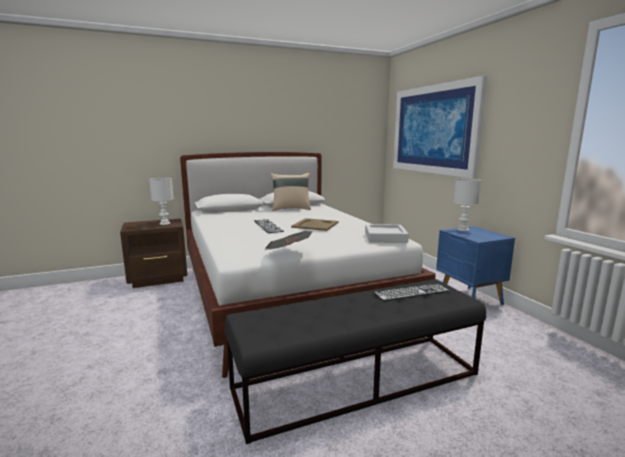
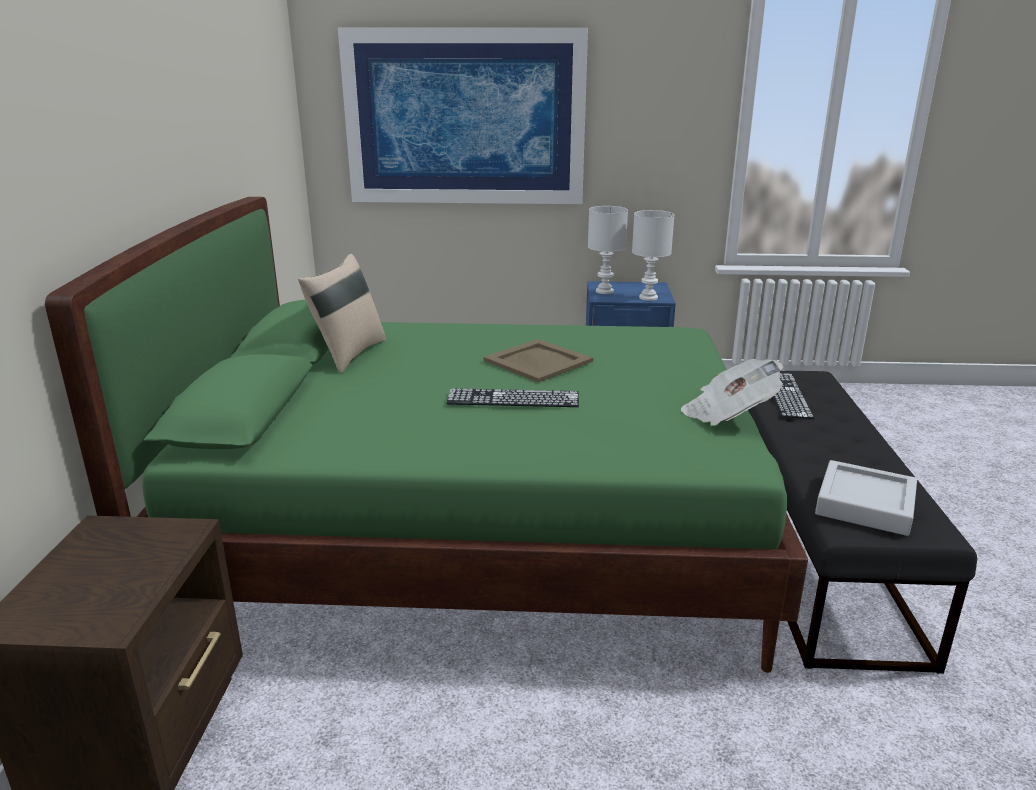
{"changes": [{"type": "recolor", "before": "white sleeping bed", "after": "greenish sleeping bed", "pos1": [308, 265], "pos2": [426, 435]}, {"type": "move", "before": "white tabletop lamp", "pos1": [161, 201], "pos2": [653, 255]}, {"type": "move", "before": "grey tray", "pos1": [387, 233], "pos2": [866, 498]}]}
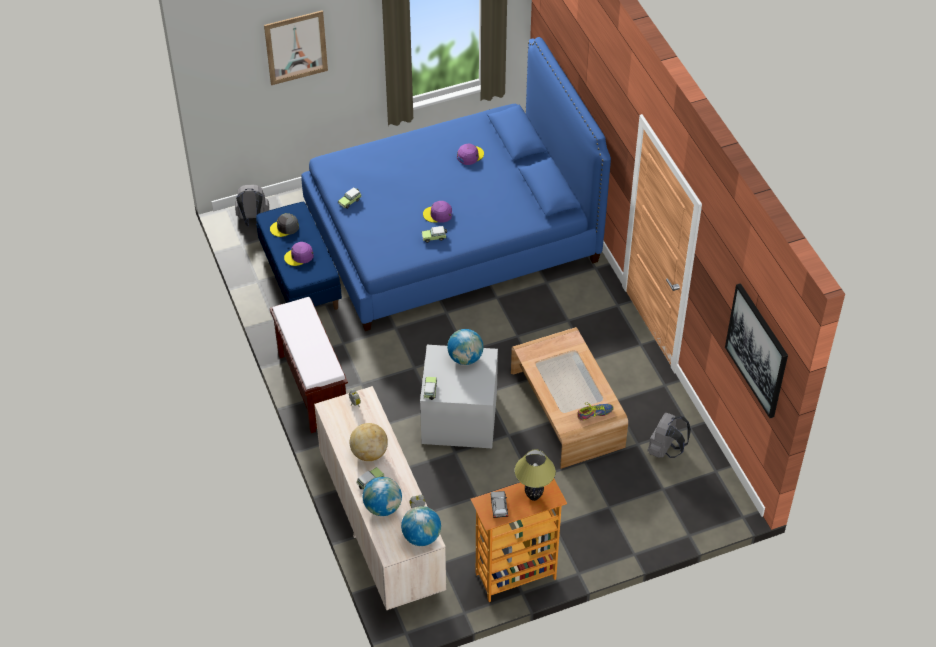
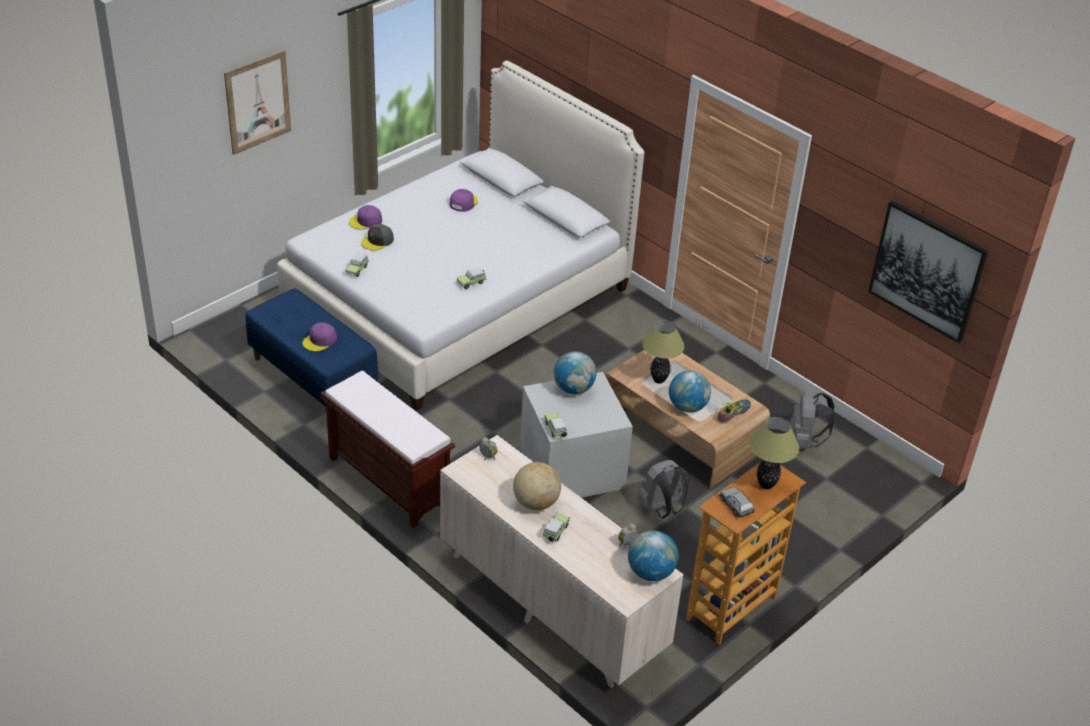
{"changes": [{"type": "recolor", "before": "blue-coloured sleeping bed", "after": "white sleeping bed", "pos1": [456, 184], "pos2": [460, 235]}, {"type": "move", "before": "purple-coloured cap", "pos1": [437, 212], "pos2": [365, 217]}, {"type": "move", "before": "grey cap", "pos1": [284, 225], "pos2": [377, 237]}, {"type": "move", "before": "grey rucksack", "pos1": [252, 205], "pos2": [663, 489]}, {"type": "insert", "after": "tabletop lamp", "pos2": [663, 352]}, {"type": "move", "before": "globe", "pos1": [382, 496], "pos2": [690, 392]}]}
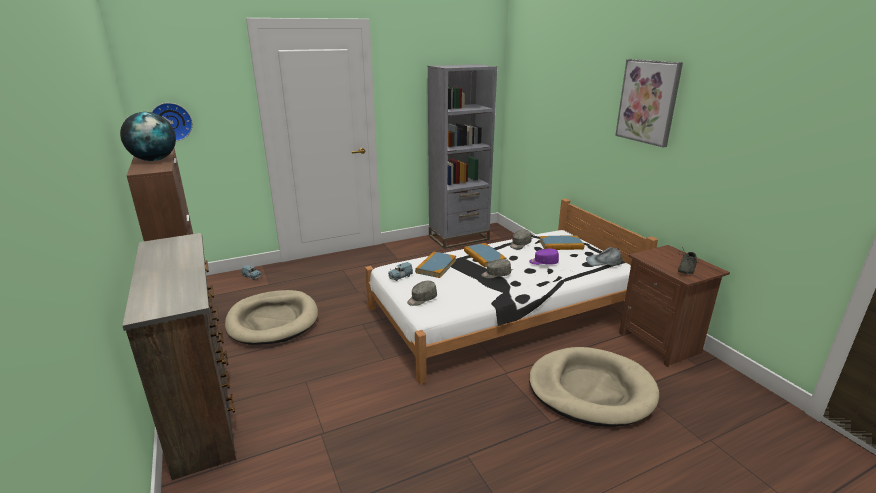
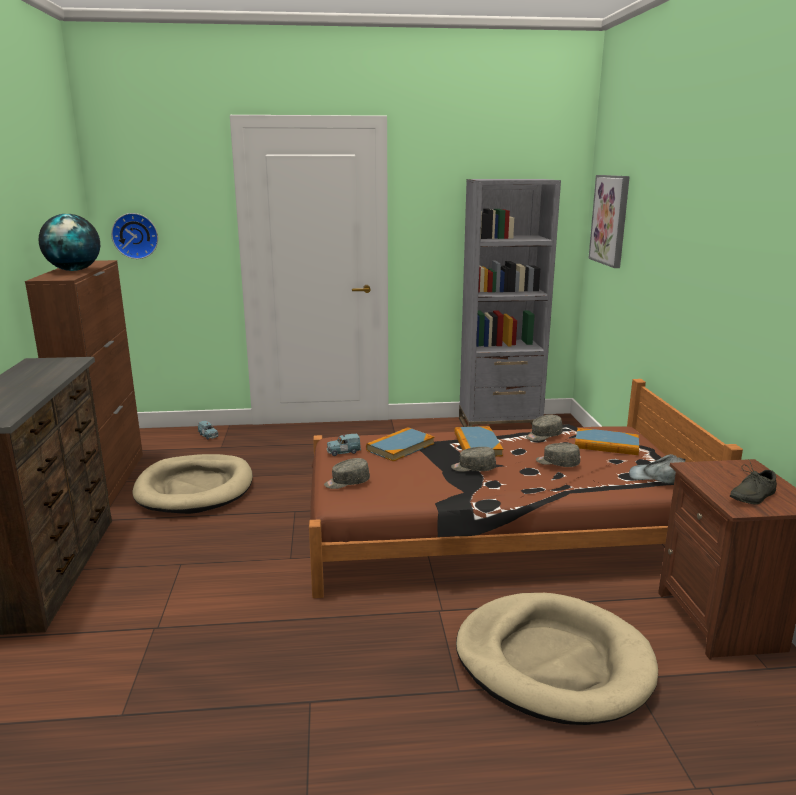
{"changes": [{"type": "recolor", "before": "white sleeping bed", "after": "brown sleeping bed", "pos1": [511, 291], "pos2": [526, 488]}, {"type": "recolor", "before": "purple-coloured cap", "after": "grey cap", "pos1": [544, 257], "pos2": [558, 455]}, {"type": "move", "before": "picture", "pos1": [649, 103], "pos2": [609, 221]}]}
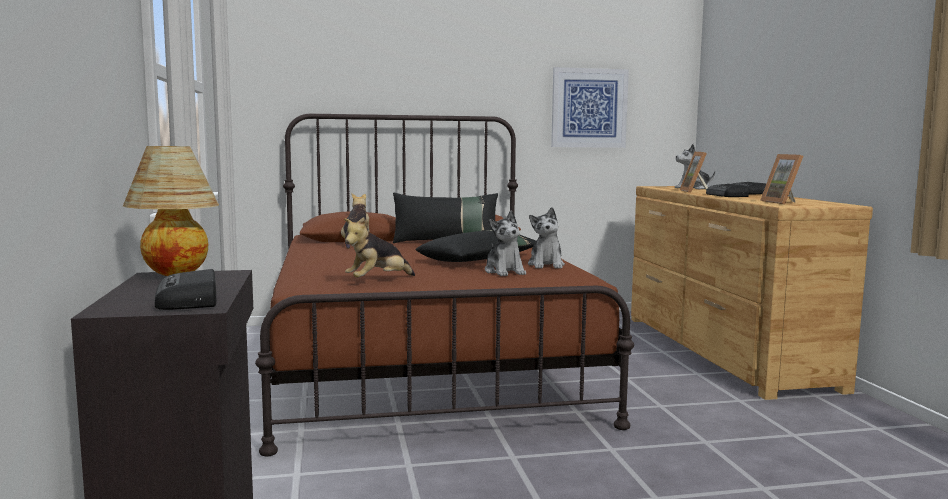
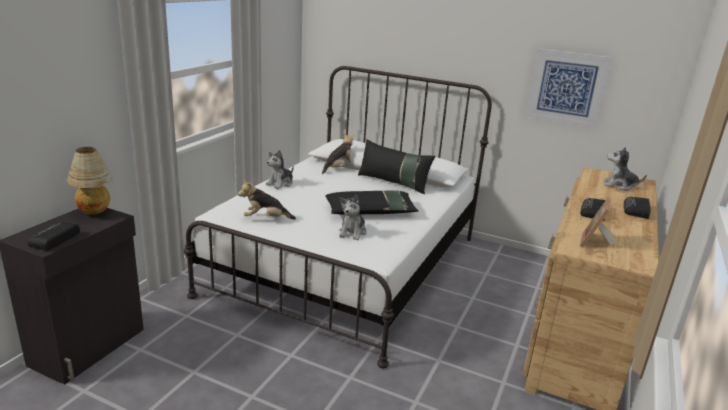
{"changes": [{"type": "recolor", "before": "brown sleeping bed", "after": "white sleeping bed", "pos1": [444, 285], "pos2": [338, 217]}, {"type": "move", "before": "cuddly toy", "pos1": [546, 238], "pos2": [280, 169]}, {"type": "delete", "before": "picture frame", "pos1": [693, 172]}]}
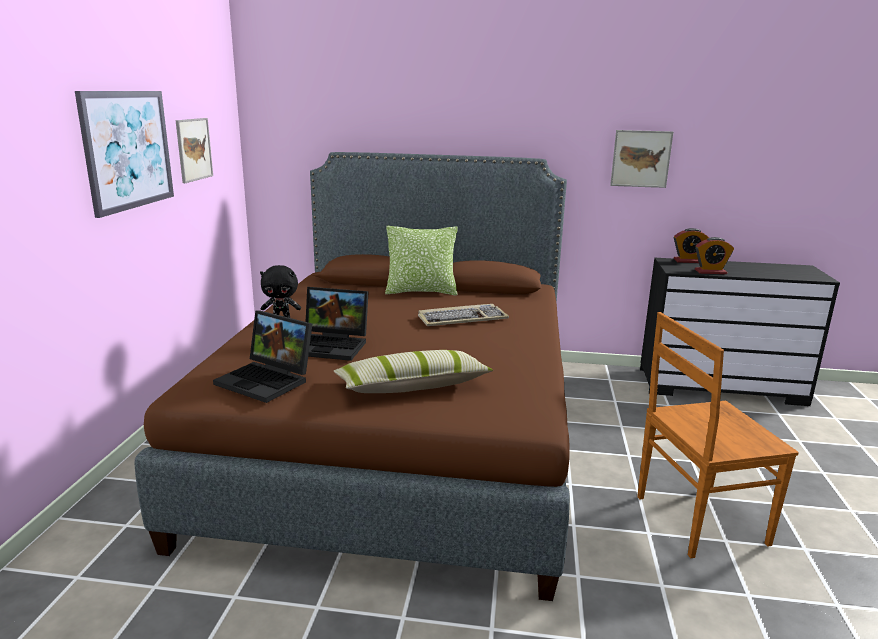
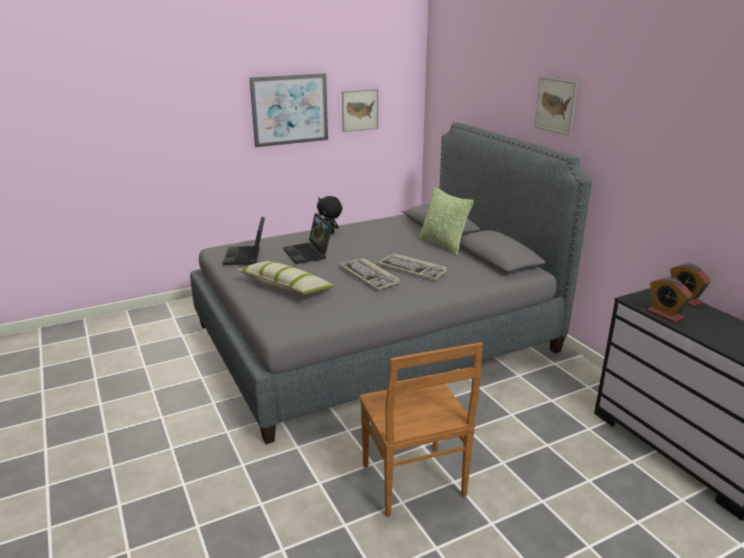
{"changes": [{"type": "recolor", "before": "brown sleeping bed", "after": "grey sleeping bed", "pos1": [352, 376], "pos2": [391, 283]}, {"type": "insert", "after": "PC keyboard", "pos2": [370, 274]}, {"type": "rotate", "before": "brown chair", "pos1": [718, 435], "pos2": [421, 429], "turn": -150}, {"type": "move", "before": "picture", "pos1": [641, 159], "pos2": [556, 106]}]}
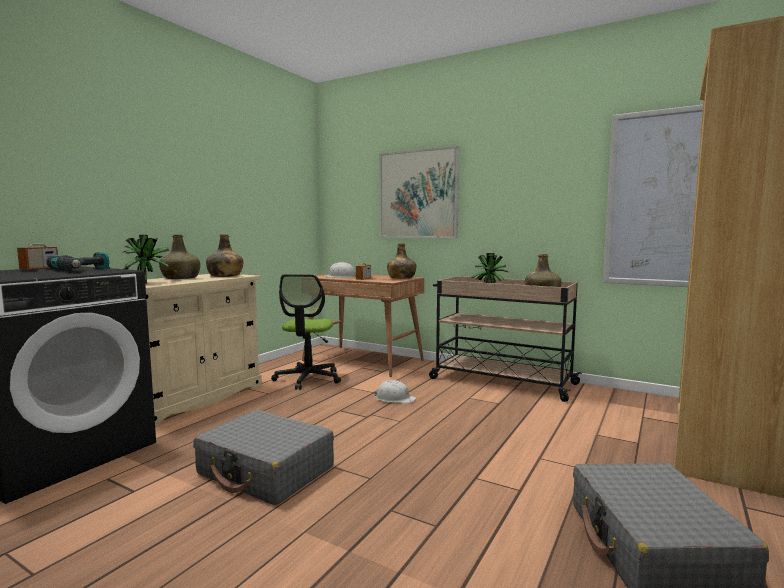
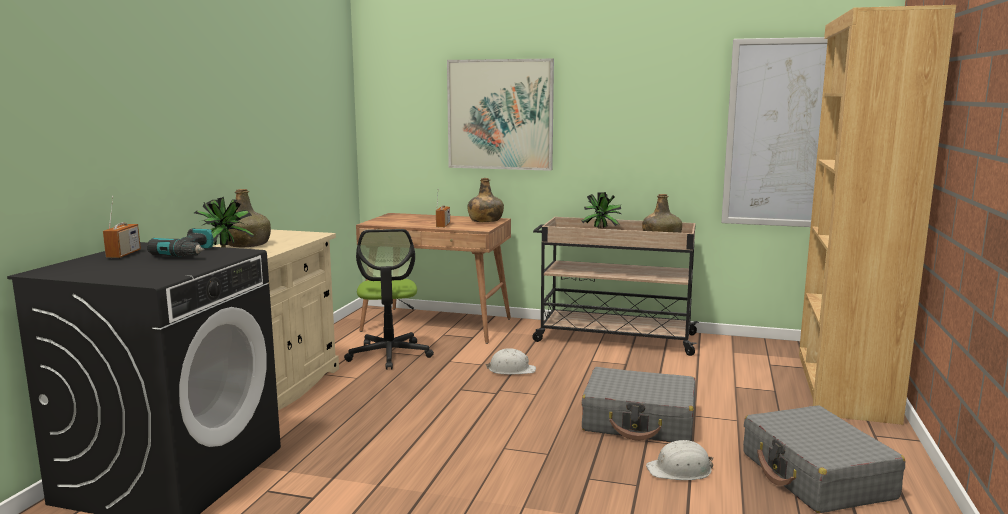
{"changes": [{"type": "move", "before": "grey piece of luggage", "pos1": [263, 457], "pos2": [639, 404]}, {"type": "move", "before": "white work helmet", "pos1": [340, 270], "pos2": [679, 460]}, {"type": "delete", "before": "greenish bottle", "pos1": [224, 255]}]}
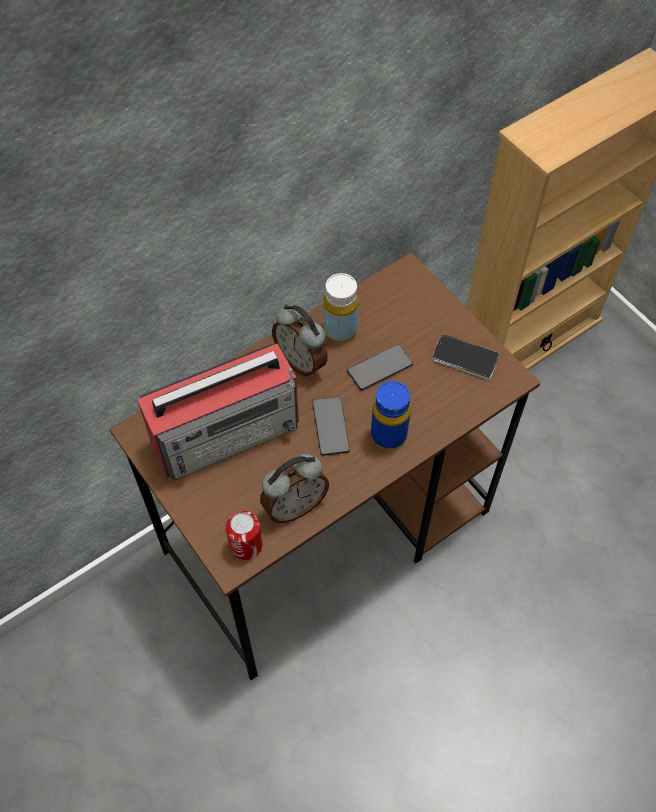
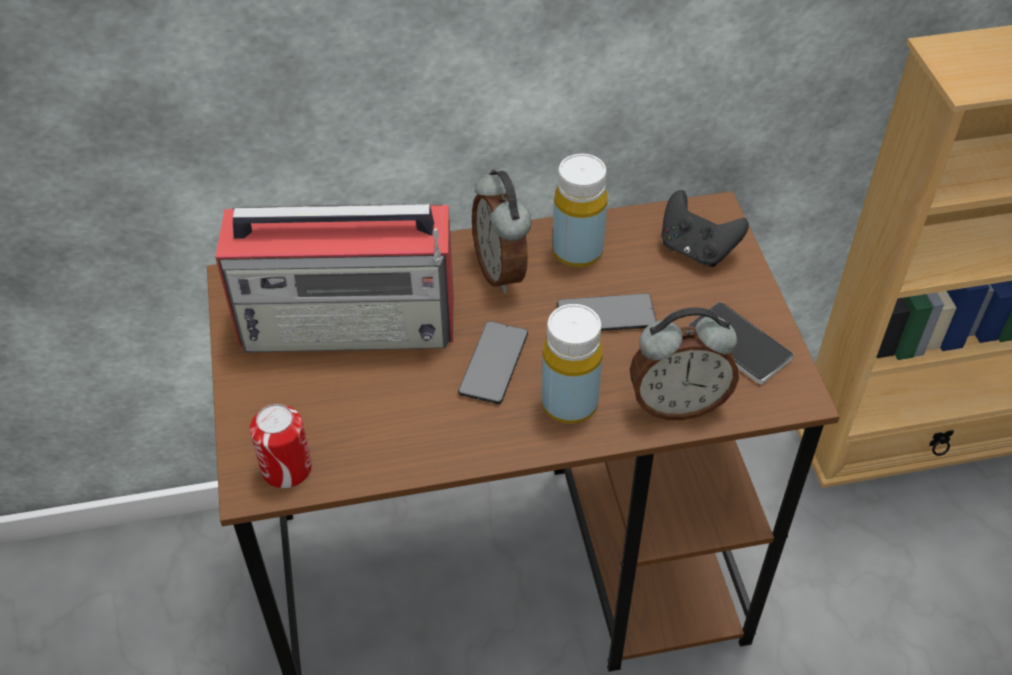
{"changes": [{"type": "recolor", "before": "blue-coloured bottle", "after": "yellowish bottle", "pos1": [391, 415], "pos2": [572, 363]}, {"type": "move", "before": "table clock", "pos1": [294, 488], "pos2": [684, 363]}, {"type": "insert", "after": "blackish joypad", "pos2": [705, 228]}]}
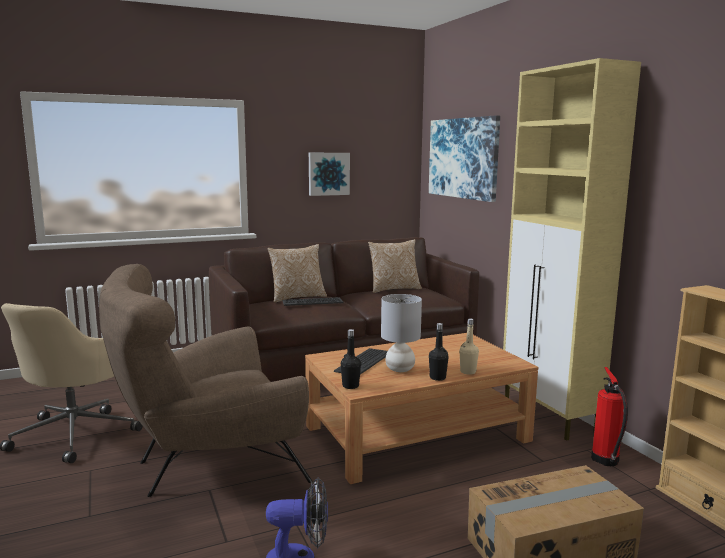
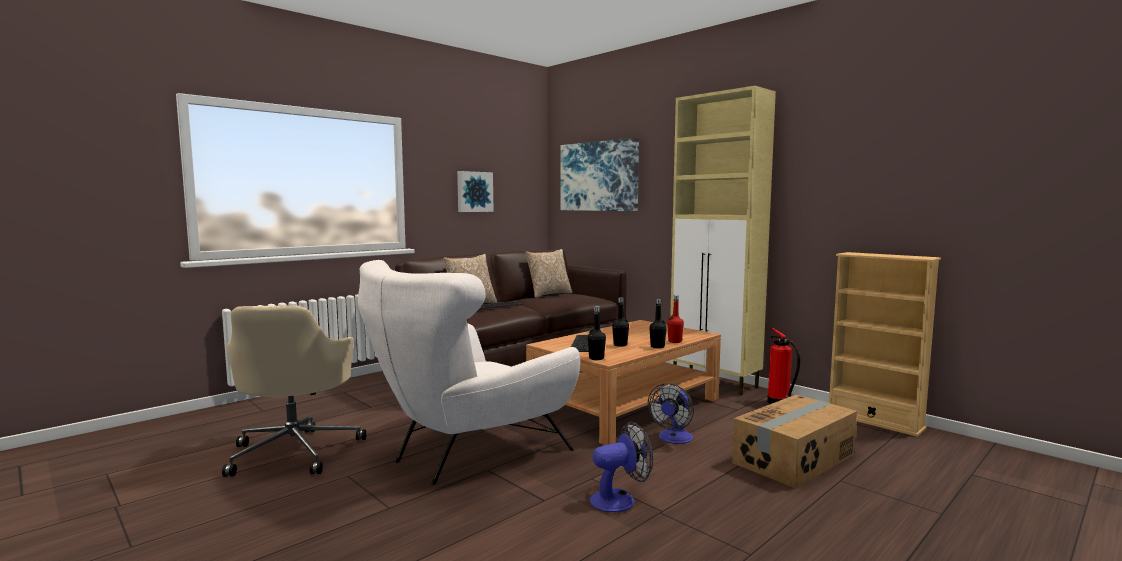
{"changes": [{"type": "recolor", "before": "brown armchair", "after": "white armchair", "pos1": [205, 380], "pos2": [469, 372]}, {"type": "replace", "before": "grey tabletop lamp", "after": "blackish bottle", "pos1": [401, 333], "pos2": [620, 322]}, {"type": "insert", "after": "electric fan", "pos2": [671, 413]}, {"type": "recolor", "before": "sand-coloured bottle", "after": "red-coloured bottle", "pos1": [469, 347], "pos2": [675, 319]}]}
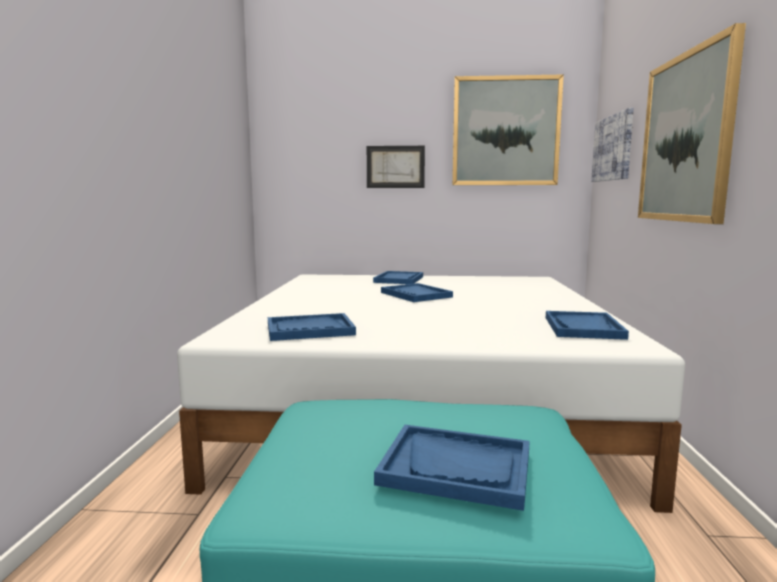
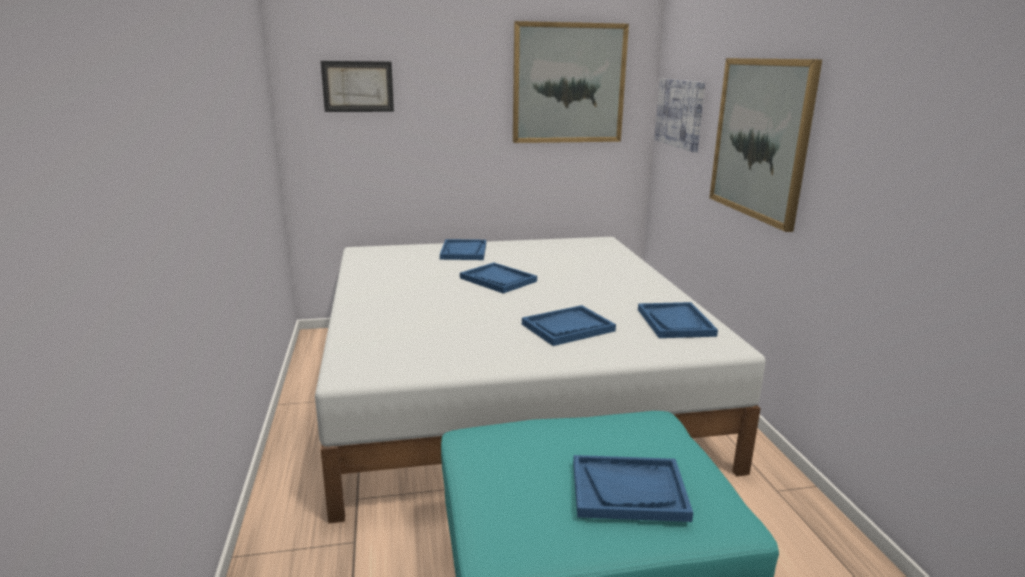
{"changes": [{"type": "move", "before": "picture", "pos1": [396, 167], "pos2": [357, 86]}, {"type": "move", "before": "blue-coloured tray", "pos1": [312, 327], "pos2": [569, 325]}]}
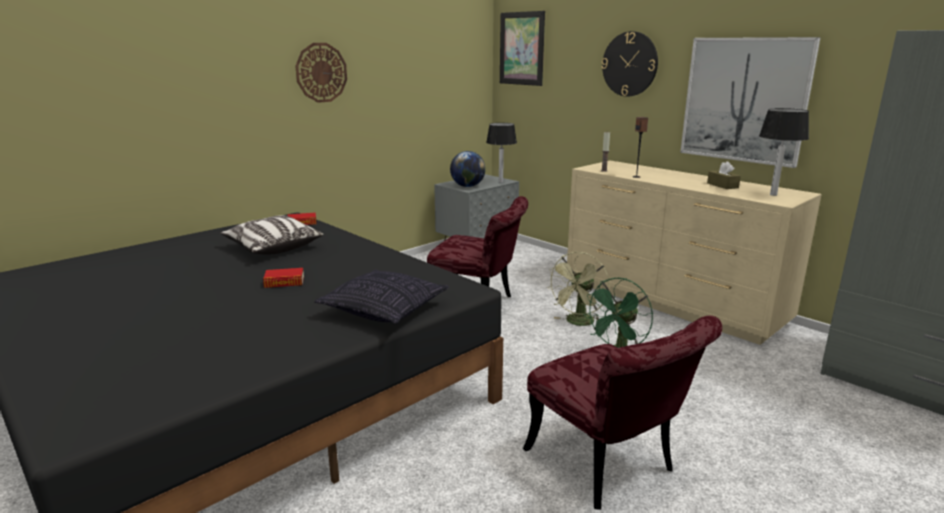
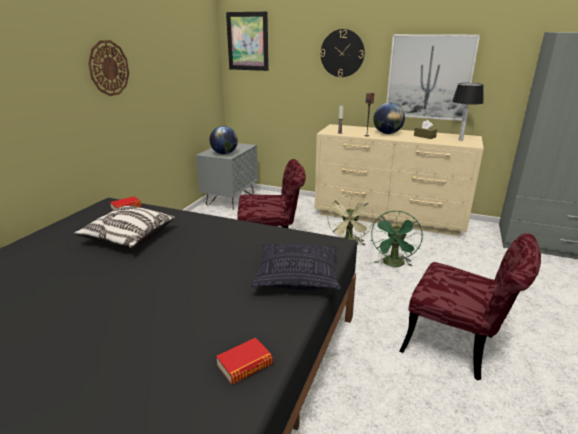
{"changes": [{"type": "move", "before": "bound book", "pos1": [283, 278], "pos2": [244, 361]}, {"type": "insert", "after": "globe", "pos2": [389, 118]}, {"type": "delete", "before": "tabletop lamp", "pos1": [501, 153]}]}
